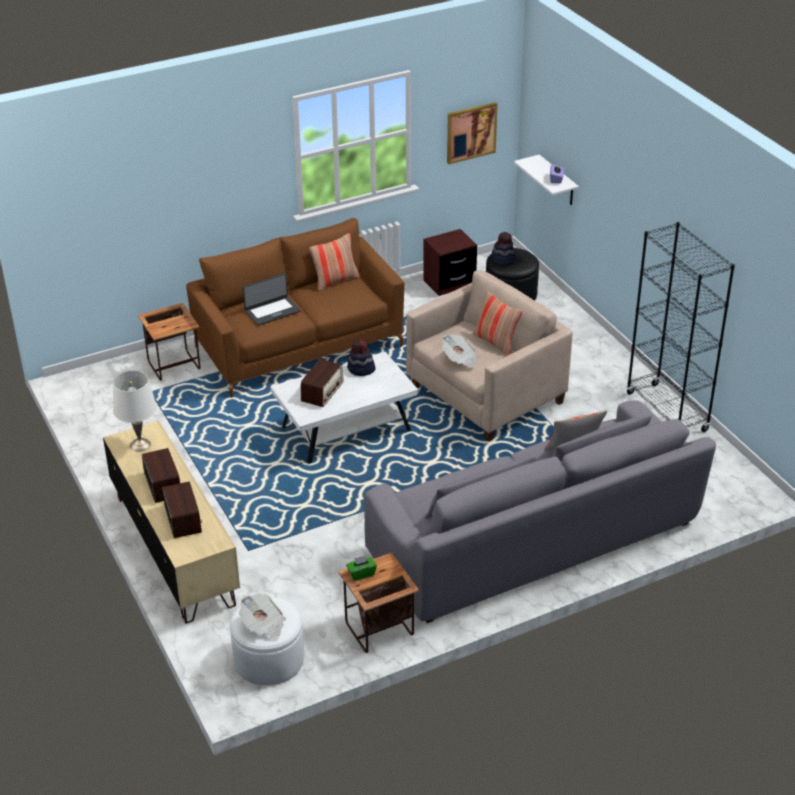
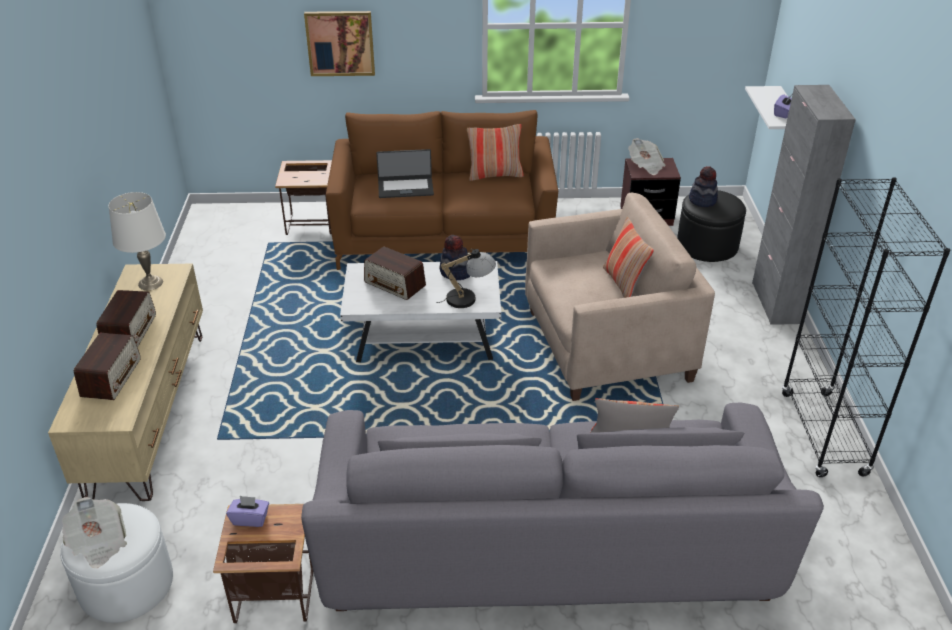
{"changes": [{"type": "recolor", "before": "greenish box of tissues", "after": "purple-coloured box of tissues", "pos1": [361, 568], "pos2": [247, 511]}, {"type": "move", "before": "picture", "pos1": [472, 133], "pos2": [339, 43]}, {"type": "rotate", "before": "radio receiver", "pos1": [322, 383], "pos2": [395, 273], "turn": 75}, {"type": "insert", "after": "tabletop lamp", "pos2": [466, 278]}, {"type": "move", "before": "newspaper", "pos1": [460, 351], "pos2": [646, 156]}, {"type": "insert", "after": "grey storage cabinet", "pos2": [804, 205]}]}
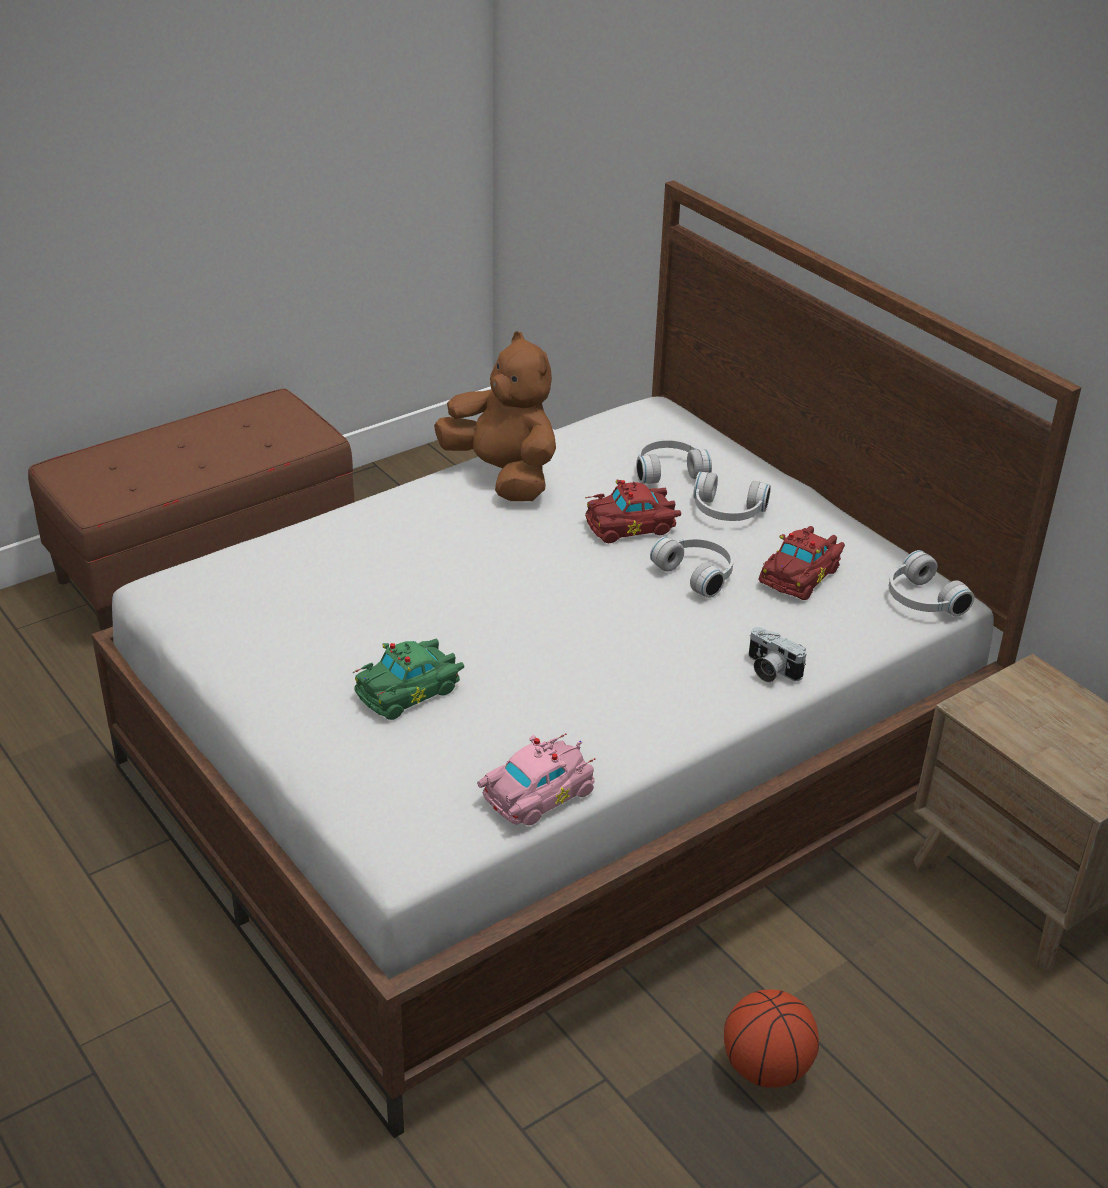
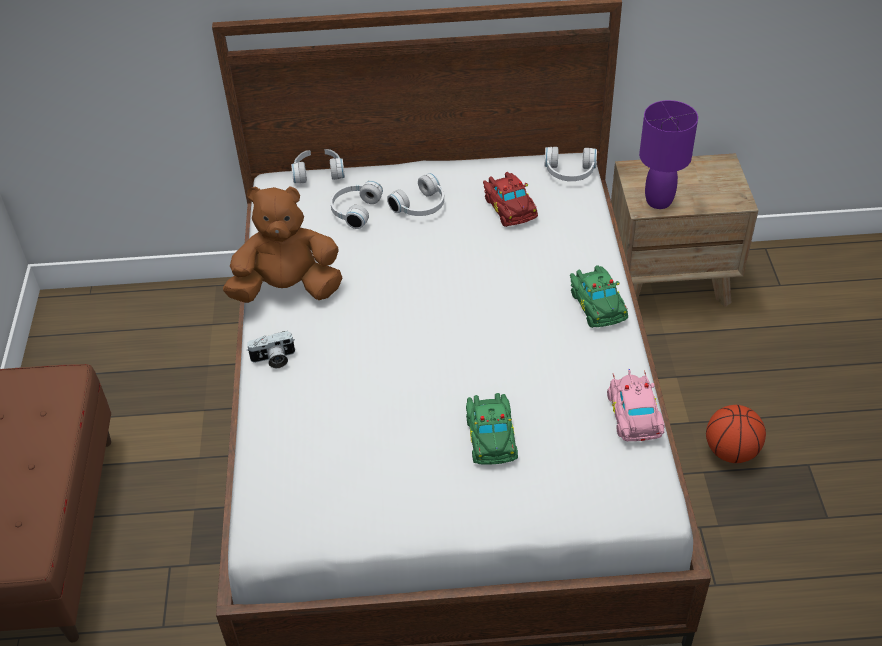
{"changes": [{"type": "move", "before": "photo camera", "pos1": [778, 654], "pos2": [271, 349]}, {"type": "move", "before": "white headphones", "pos1": [692, 567], "pos2": [318, 166]}, {"type": "insert", "after": "greenish model car", "pos2": [599, 296]}, {"type": "insert", "after": "purple-coloured tabletop lamp", "pos2": [668, 154]}, {"type": "delete", "before": "red-coloured model car", "pos1": [633, 512]}]}
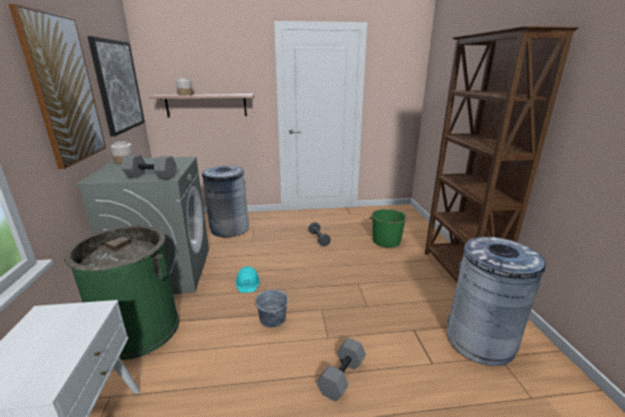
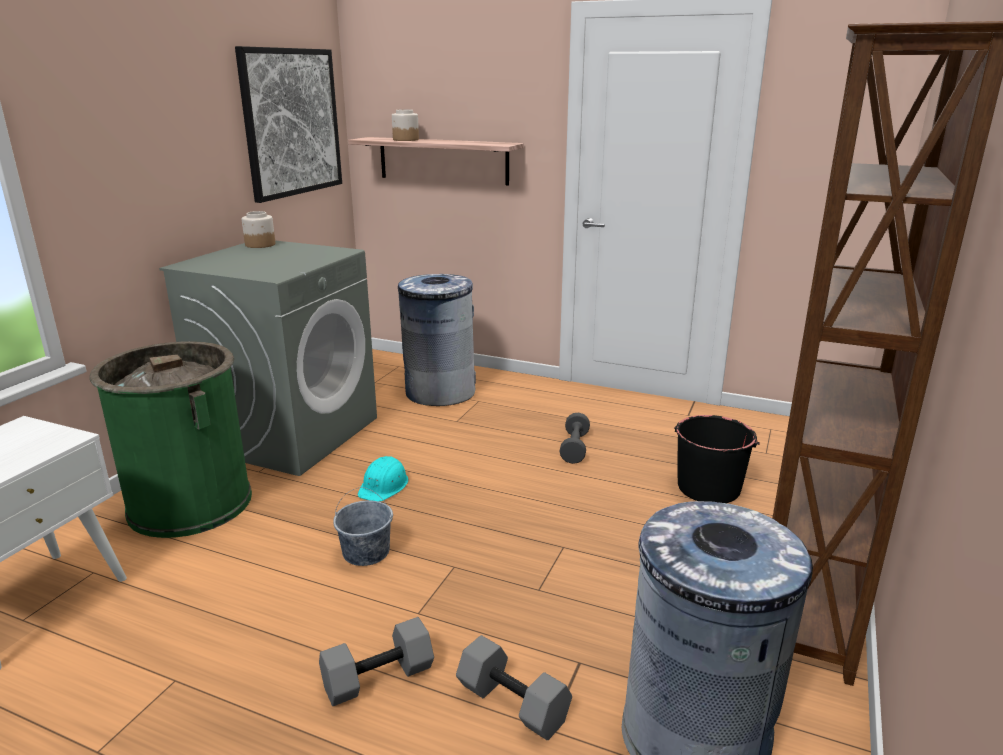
{"changes": [{"type": "move", "before": "grey hand weight", "pos1": [149, 166], "pos2": [514, 688]}, {"type": "recolor", "before": "greenish pail", "after": "blackish pail", "pos1": [388, 228], "pos2": [717, 459]}, {"type": "delete", "before": "picture", "pos1": [57, 87]}]}
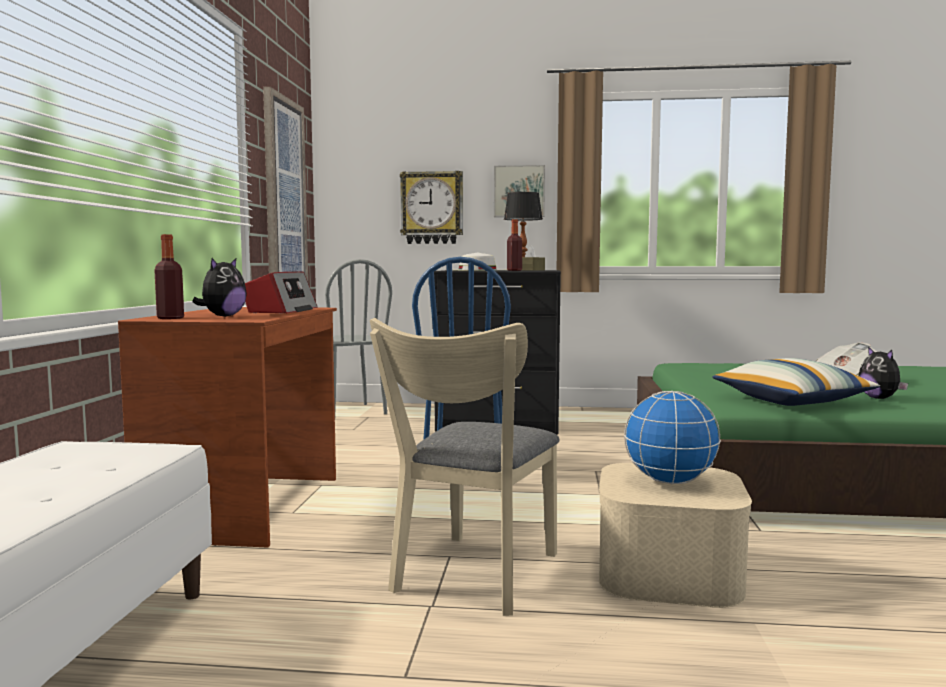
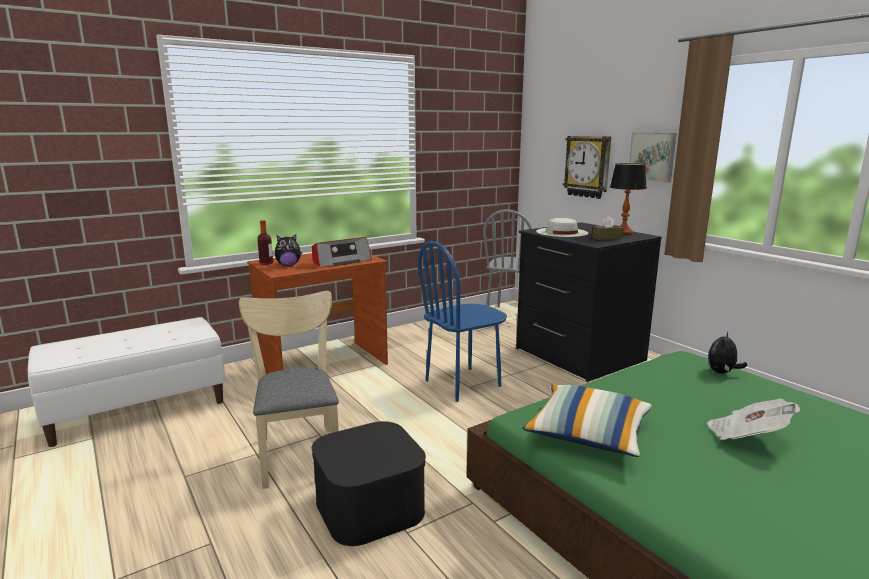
{"changes": [{"type": "rotate", "before": "sand-coloured chair", "pos1": [464, 467], "pos2": [289, 390], "turn": 90}, {"type": "recolor", "before": "sand-coloured storage box", "after": "blackish storage box", "pos1": [675, 535], "pos2": [368, 483]}, {"type": "move", "before": "cuddly toy", "pos1": [883, 372], "pos2": [727, 353]}, {"type": "delete", "before": "picture", "pos1": [285, 184]}, {"type": "delete", "before": "bottle", "pos1": [514, 245]}, {"type": "delete", "before": "globe", "pos1": [672, 437]}]}
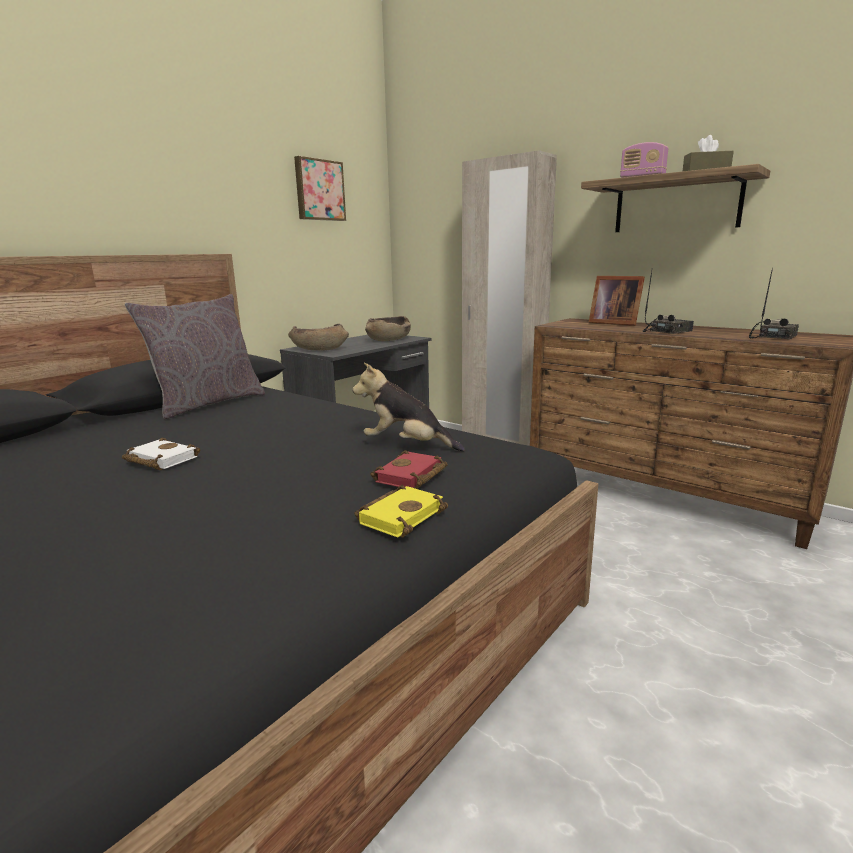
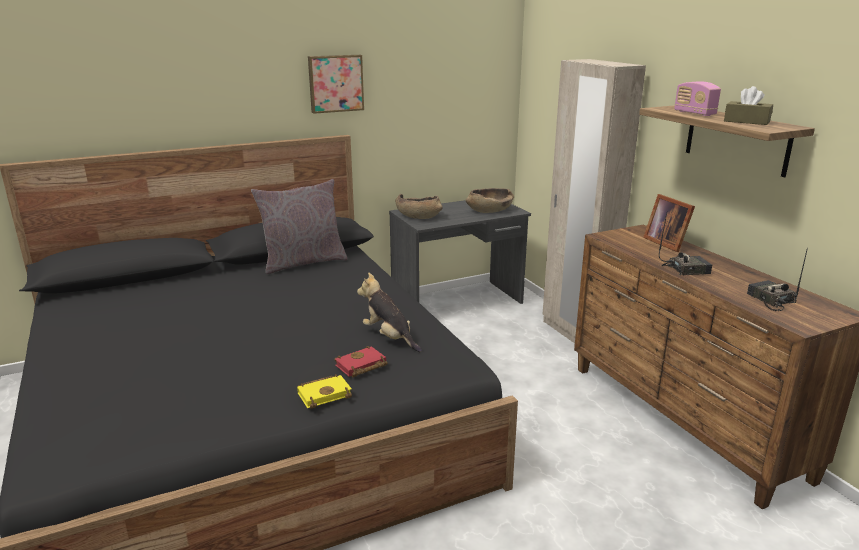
{"changes": [{"type": "move", "before": "picture", "pos1": [320, 188], "pos2": [336, 84]}, {"type": "rotate", "before": "radio receiver", "pos1": [774, 303], "pos2": [777, 279], "turn": -90}, {"type": "delete", "before": "white bound book", "pos1": [161, 453]}]}
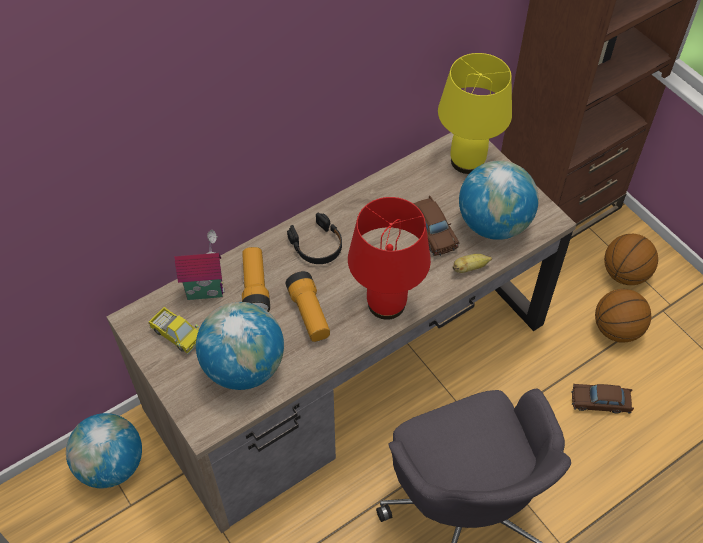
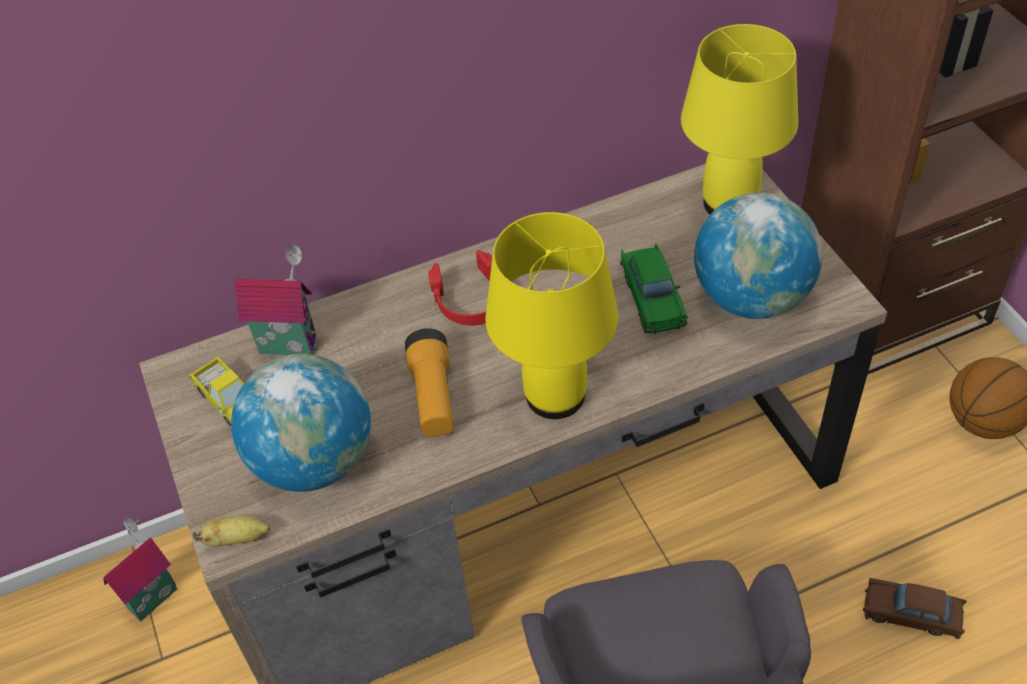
{"changes": [{"type": "replace", "before": "globe", "after": "model house", "pos1": [104, 450], "pos2": [140, 569]}, {"type": "move", "before": "banana fruit", "pos1": [472, 263], "pos2": [231, 531]}, {"type": "recolor", "before": "blackish headphones", "after": "red-coloured headphones", "pos1": [314, 238], "pos2": [460, 288]}, {"type": "recolor", "before": "red-coloured tabletop lamp", "after": "yellowish tabletop lamp", "pos1": [389, 258], "pos2": [551, 315]}, {"type": "recolor", "before": "brown model car", "after": "greenish model car", "pos1": [436, 225], "pos2": [654, 288]}, {"type": "delete", "before": "hand torch", "pos1": [256, 279]}, {"type": "delete", "before": "basketball ball", "pos1": [623, 316]}]}
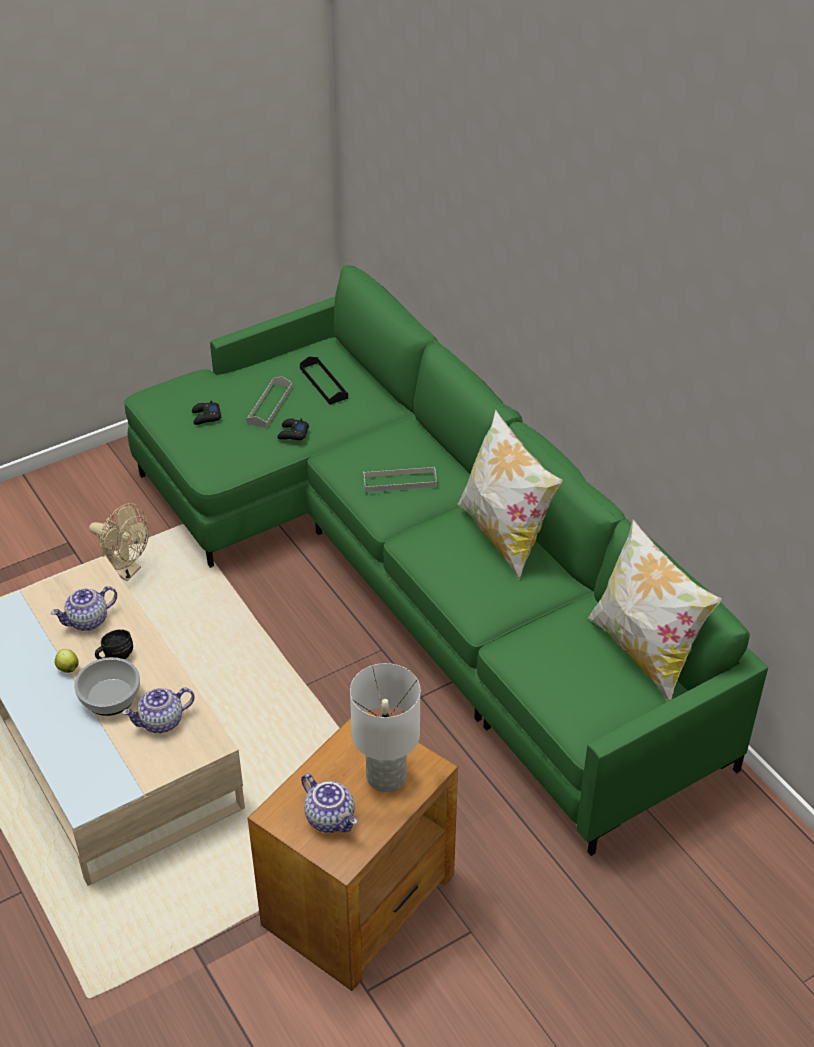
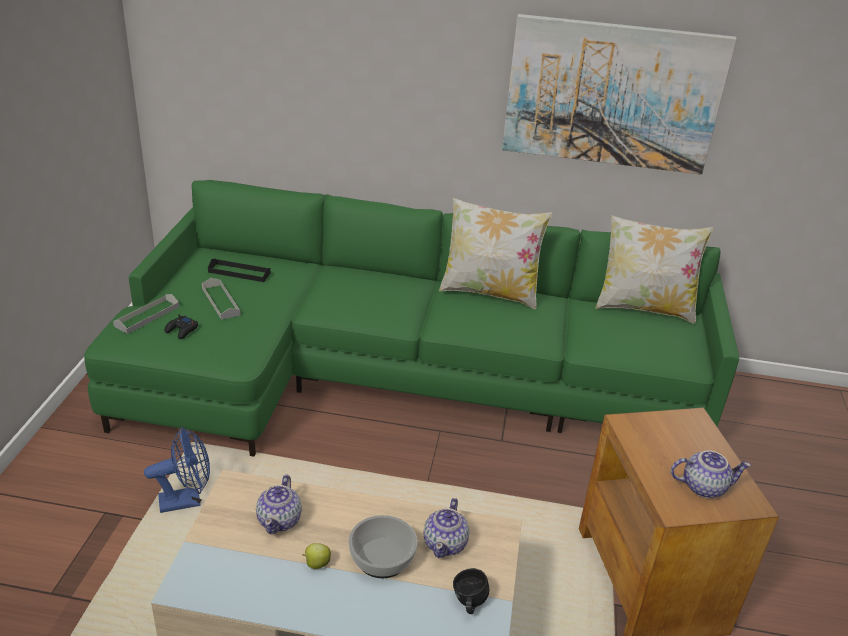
{"changes": [{"type": "move", "before": "grey tray", "pos1": [400, 479], "pos2": [146, 314]}, {"type": "recolor", "before": "sand-coloured electric fan", "after": "blue-coloured electric fan", "pos1": [119, 542], "pos2": [177, 470]}, {"type": "move", "before": "blackish tea mug", "pos1": [114, 644], "pos2": [471, 591]}, {"type": "insert", "after": "picture", "pos2": [619, 94]}, {"type": "delete", "before": "blackish joypad", "pos1": [293, 429]}, {"type": "delete", "before": "white tabletop lamp", "pos1": [385, 727]}]}
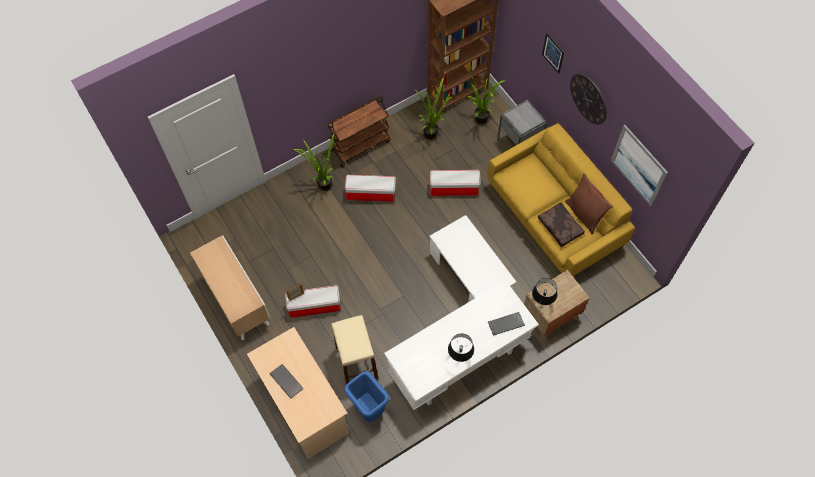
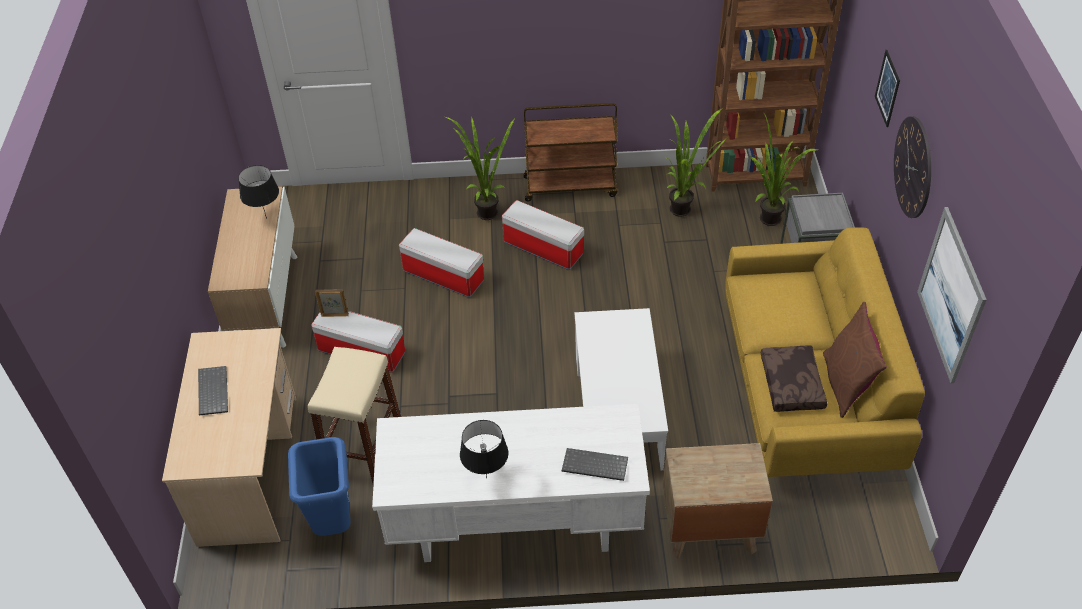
{"changes": [{"type": "move", "before": "blackish tabletop lamp", "pos1": [544, 291], "pos2": [258, 192]}, {"type": "move", "before": "storage box", "pos1": [455, 183], "pos2": [441, 263]}]}
